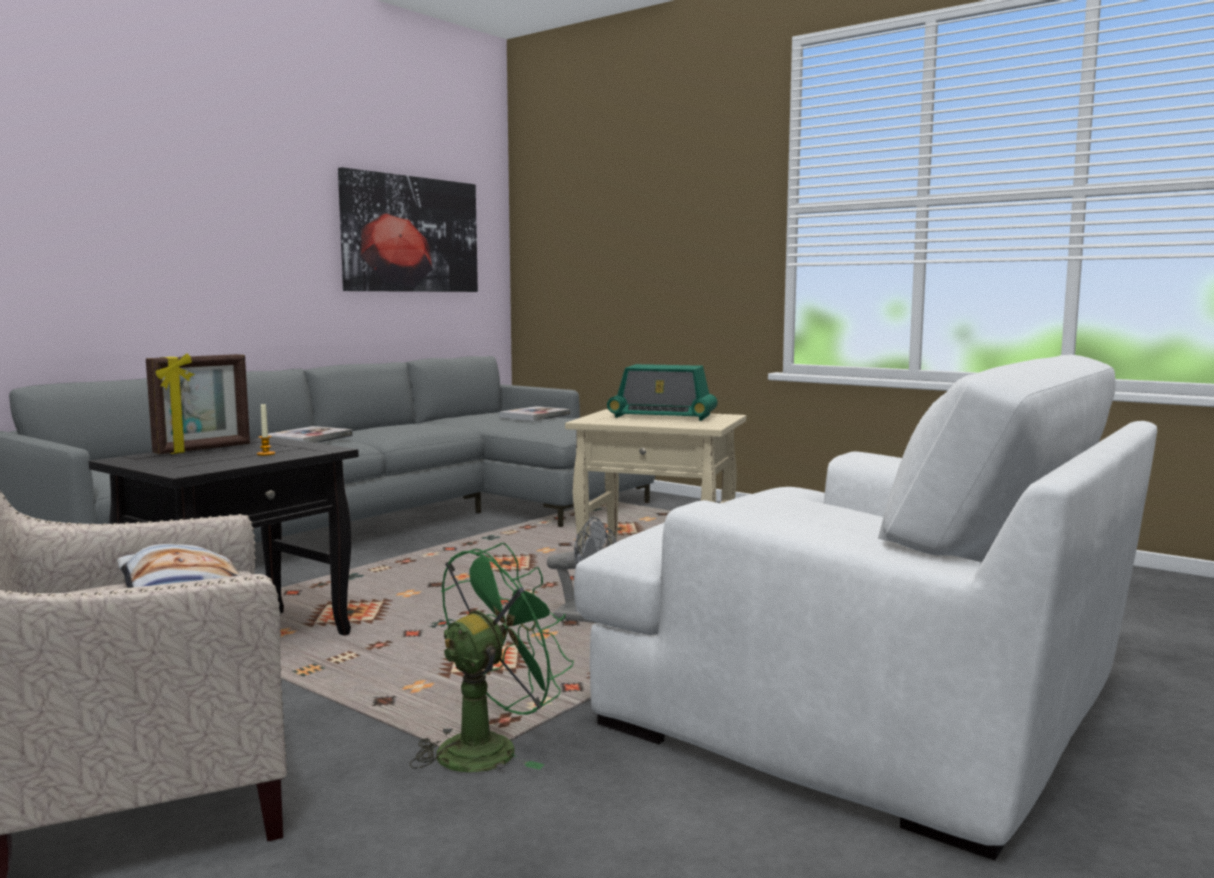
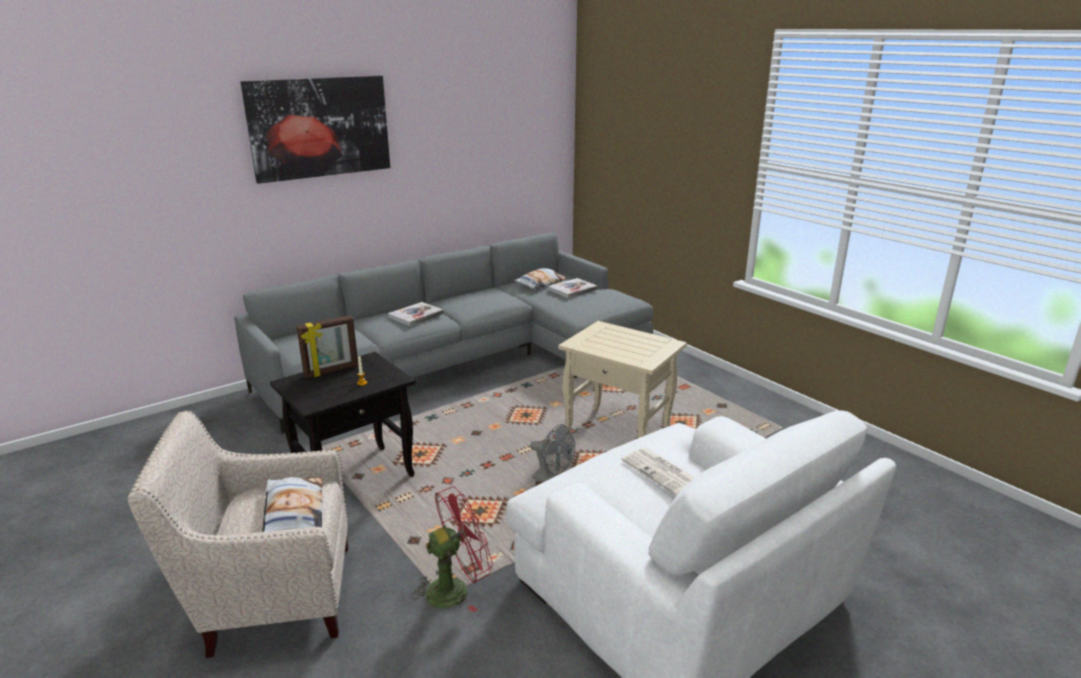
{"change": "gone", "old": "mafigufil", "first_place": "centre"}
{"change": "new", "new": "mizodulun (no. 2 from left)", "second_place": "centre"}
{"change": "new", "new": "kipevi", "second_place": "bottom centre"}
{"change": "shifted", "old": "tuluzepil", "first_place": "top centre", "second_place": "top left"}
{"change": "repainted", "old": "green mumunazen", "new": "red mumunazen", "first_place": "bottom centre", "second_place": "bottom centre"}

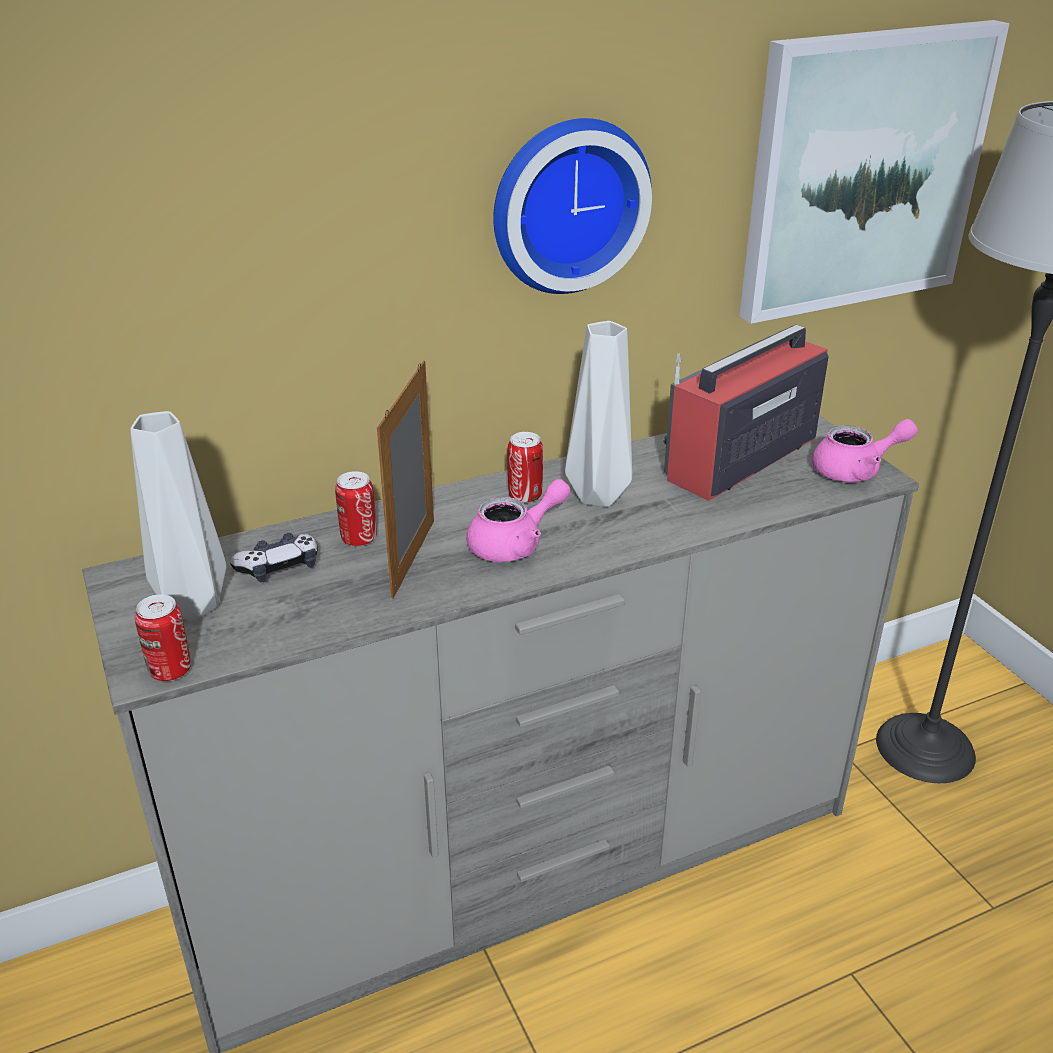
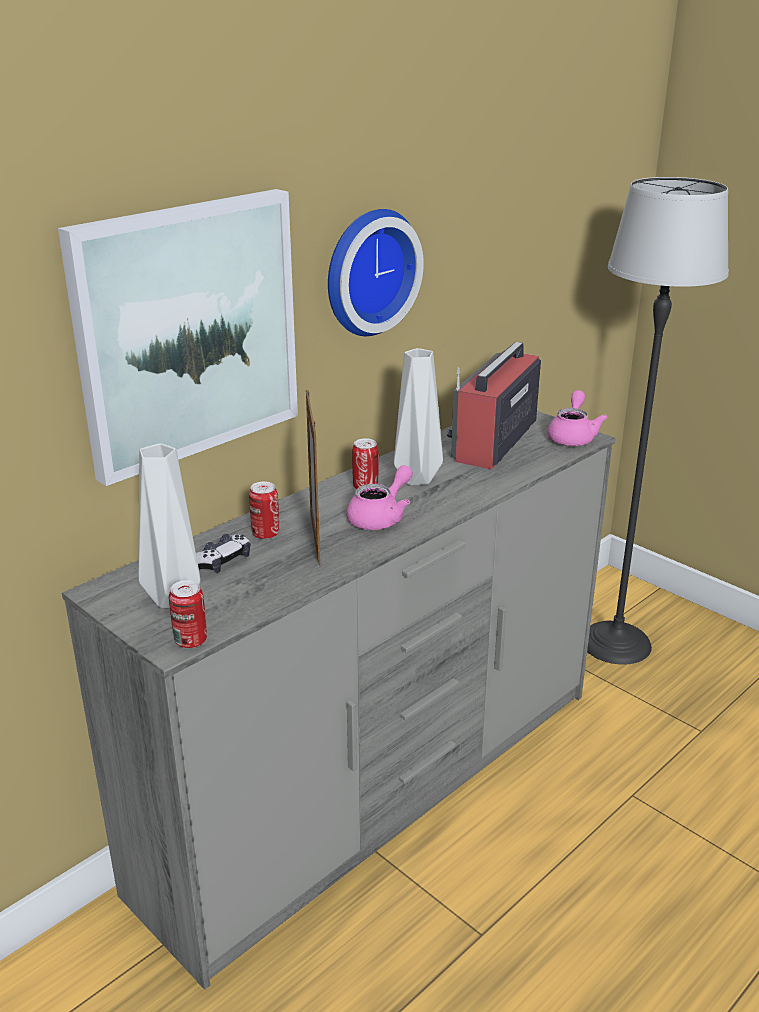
{"change": "shifted", "old": "tuluzepil", "first_place": "top right", "second_place": "top left"}
{"change": "rotated", "old": "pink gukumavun (no. 2 from left)", "first_place": "middle right", "second_place": "middle right", "degrees": -45}

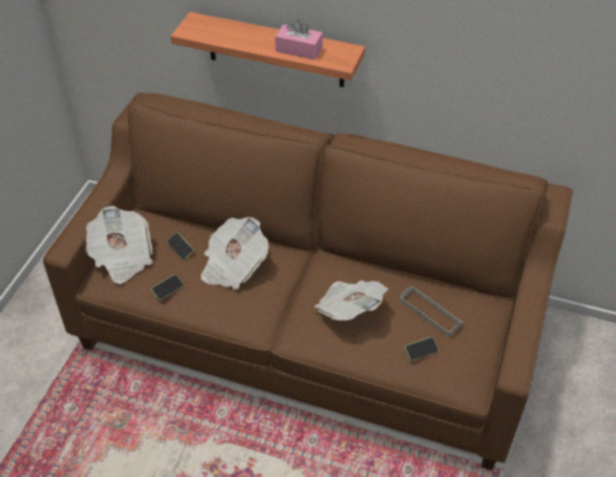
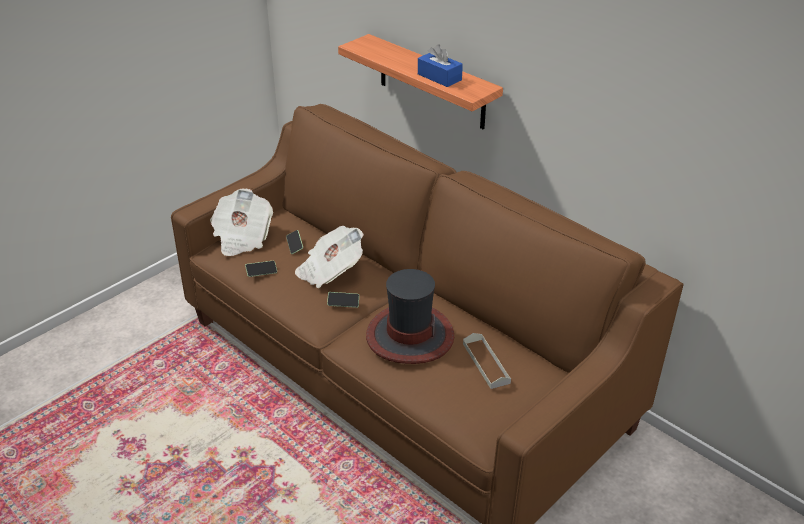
{"change": "shifted", "old": "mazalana (no. 3 from left)", "first_place": "bottom right", "second_place": "centre"}
{"change": "swapped", "old": "kipevi (no. 3 from left)", "new": "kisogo", "first_place": "centre", "second_place": "centre"}
{"change": "repainted", "old": "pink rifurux", "new": "blue rifurux", "first_place": "top centre", "second_place": "top centre"}

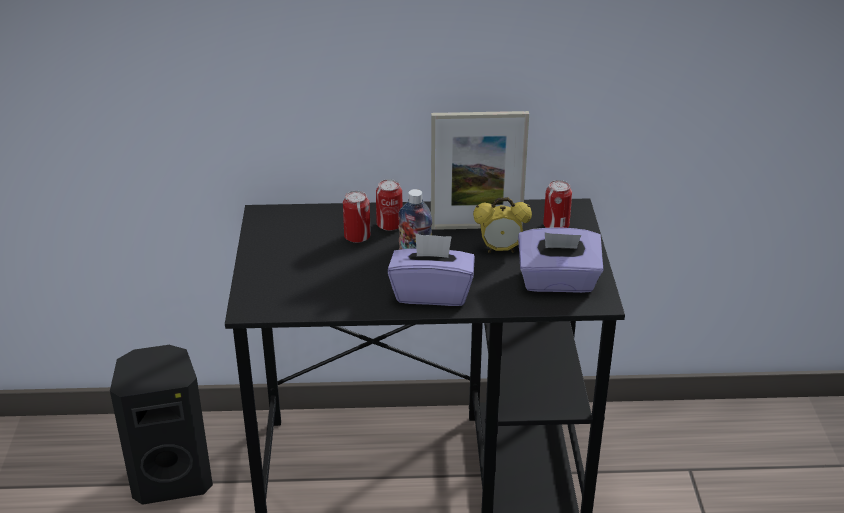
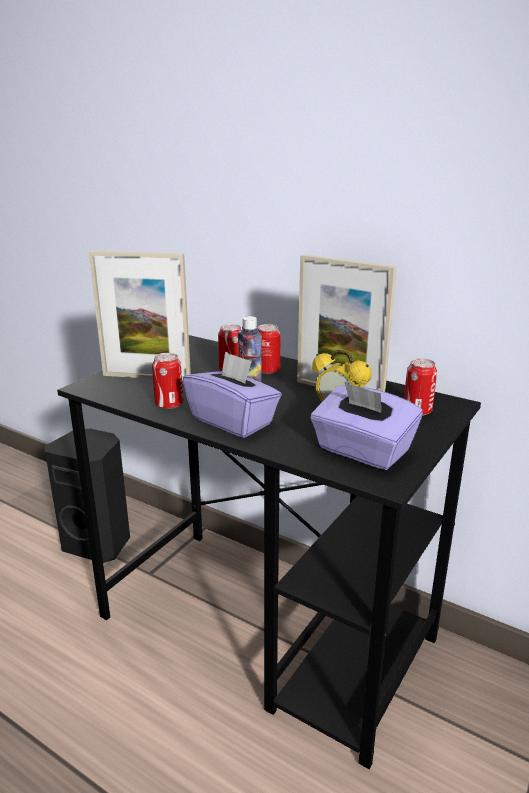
{"change": "new", "new": "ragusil (no. 1 from left)", "second_place": "middle left"}
{"change": "new", "new": "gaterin (no. 1 from left)", "second_place": "middle left"}

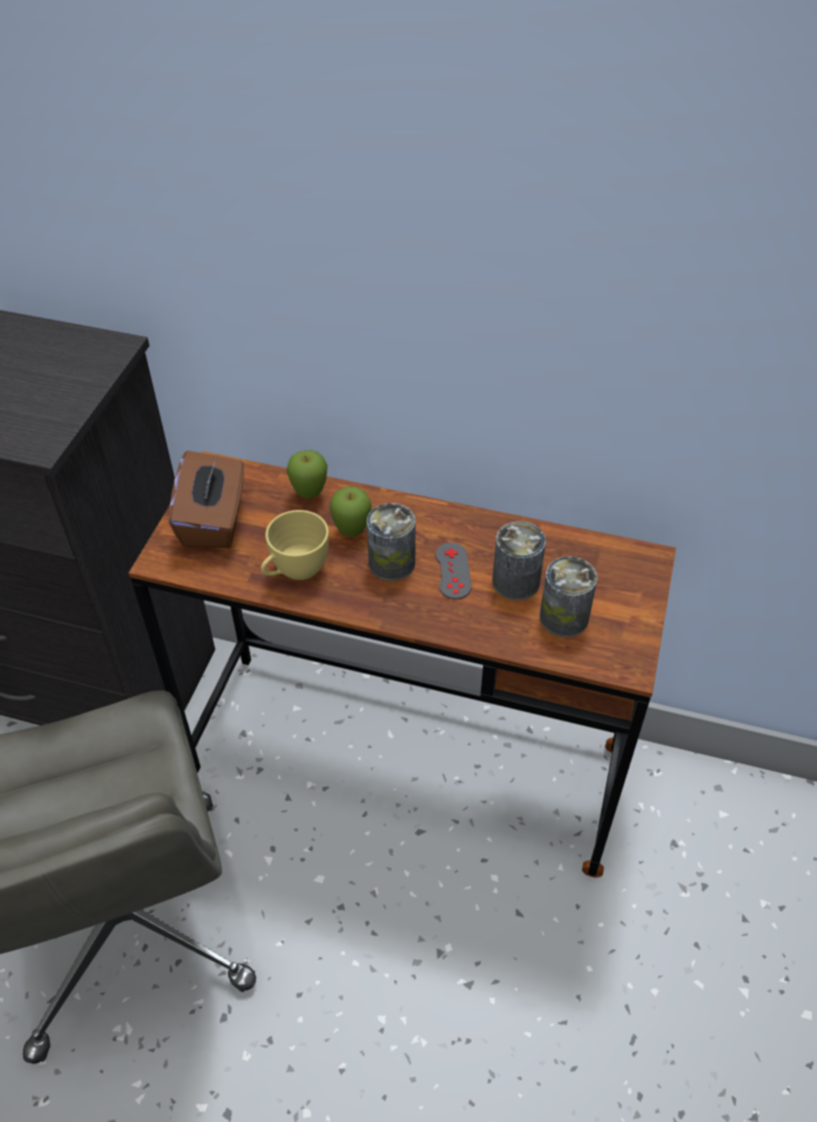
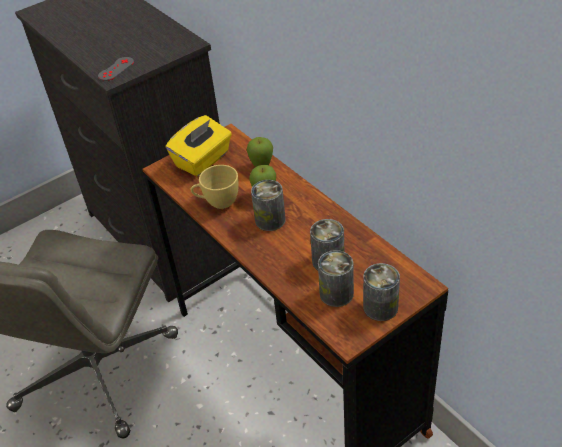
{"change": "new", "new": "gaterin (no. 4 from left)", "second_place": "middle right"}
{"change": "shifted", "old": "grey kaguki", "first_place": "centre", "second_place": "top left"}
{"change": "repainted", "old": "brown rifurux", "new": "yellow rifurux", "first_place": "middle left", "second_place": "top centre"}

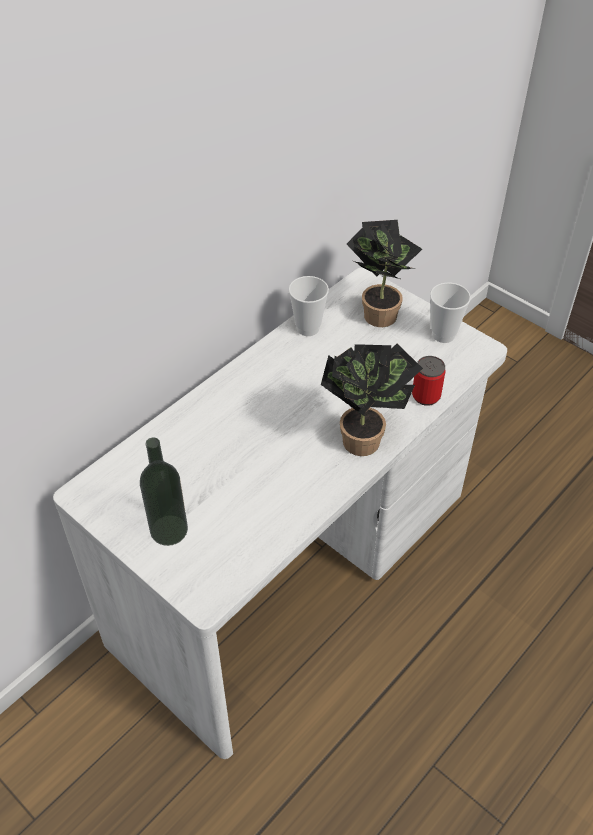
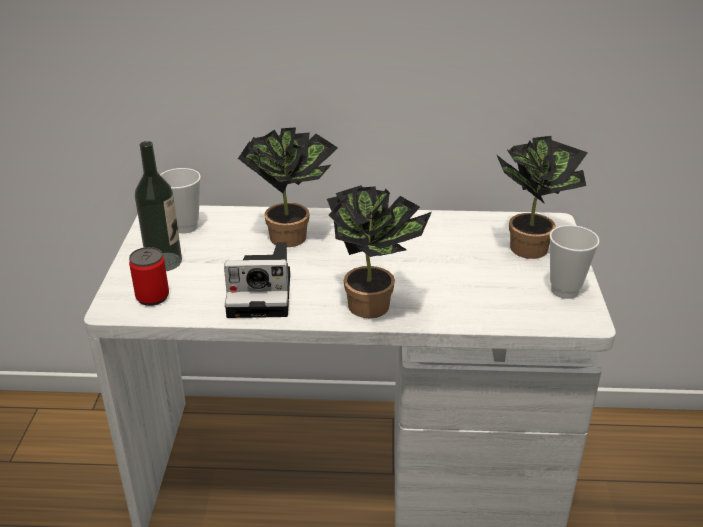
{"change": "new", "new": "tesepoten", "second_place": "centre"}
{"change": "new", "new": "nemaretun (no. 1 from left)", "second_place": "centre"}
{"change": "shifted", "old": "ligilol (no. 1 from left)", "first_place": "centre", "second_place": "middle left"}
{"change": "shifted", "old": "gaterin", "first_place": "middle right", "second_place": "middle left"}

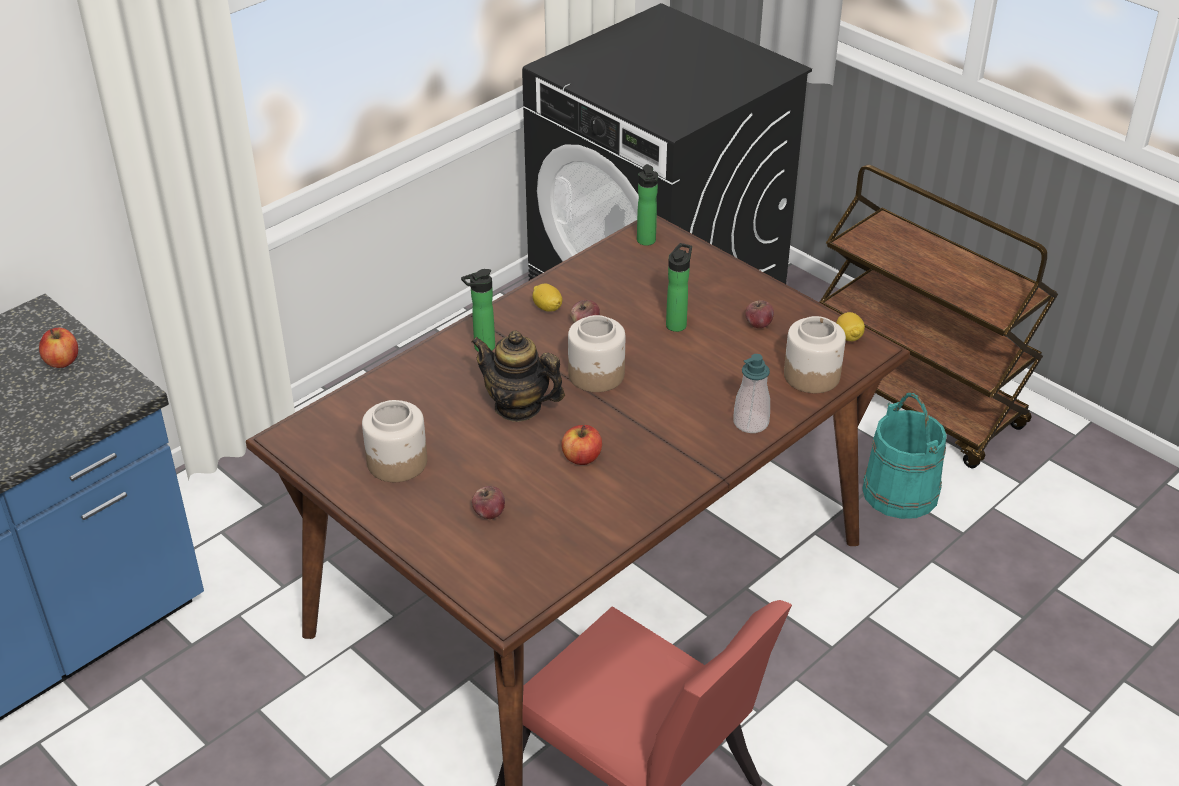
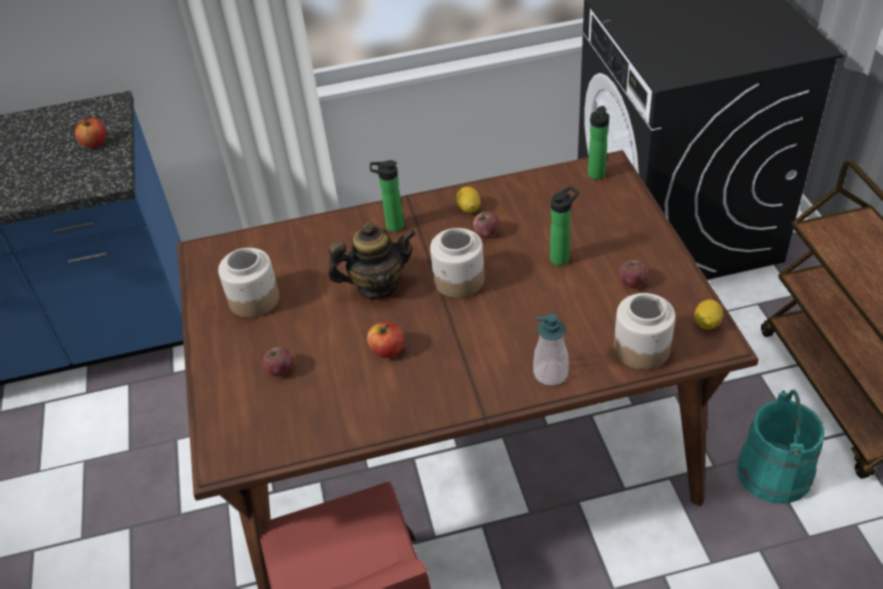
{"change": "rotated", "old": "gukumavun", "first_place": "centre", "second_place": "centre", "degrees": 105}

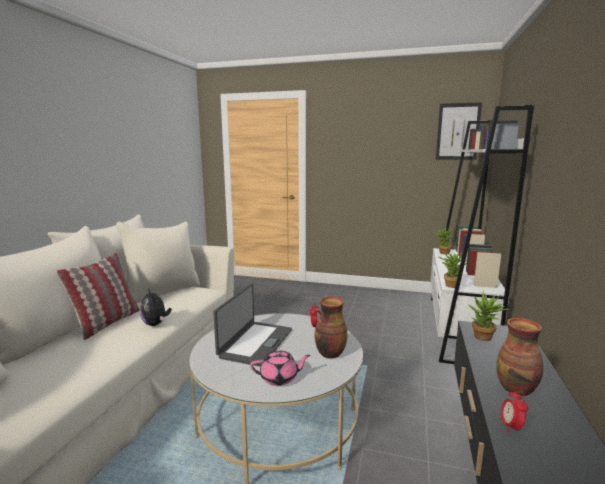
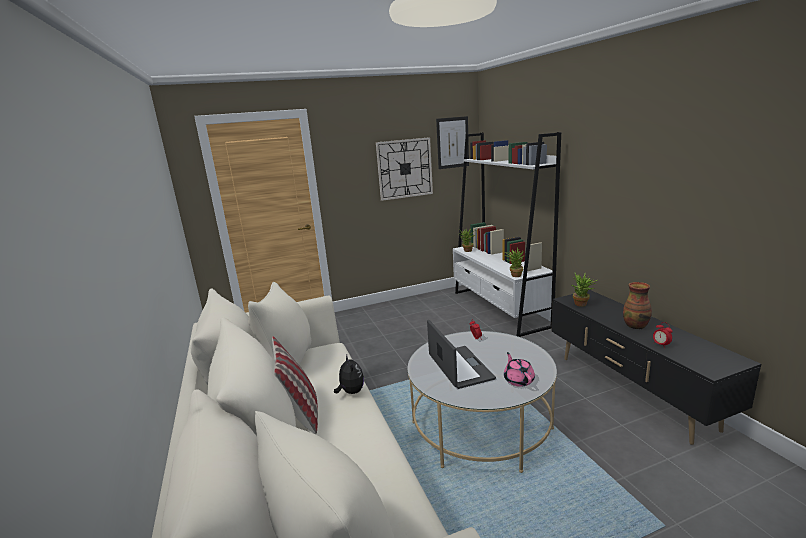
{"change": "gone", "old": "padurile (no. 1 from left)", "first_place": "bottom centre"}
{"change": "new", "new": "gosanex", "second_place": "top centre"}
{"change": "rotated", "old": "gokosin", "first_place": "middle left", "second_place": "bottom centre", "degrees": -135}
{"change": "rotated", "old": "pink gukumavun", "first_place": "bottom centre", "second_place": "bottom centre", "degrees": -60}

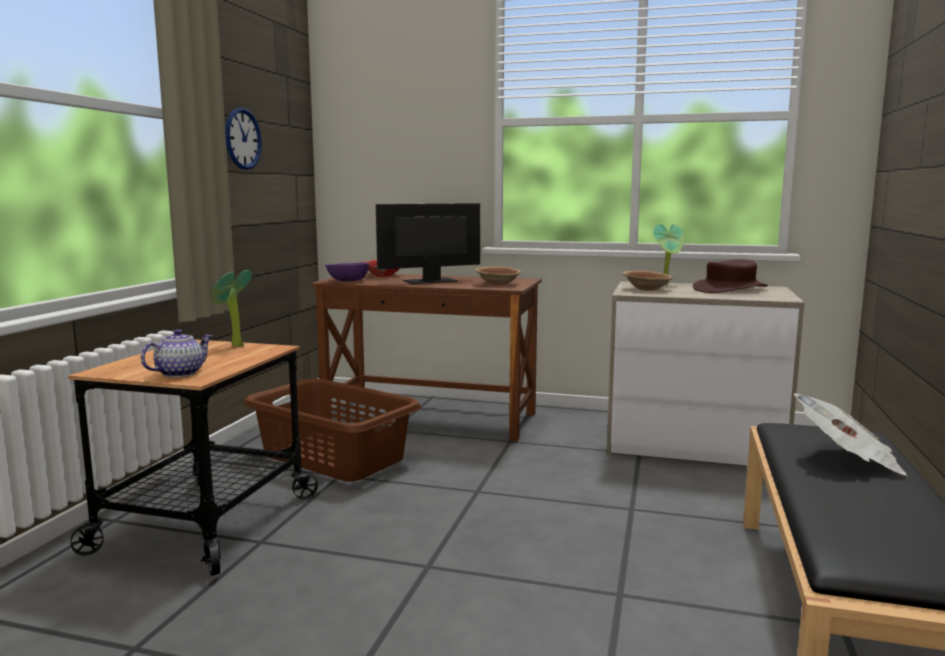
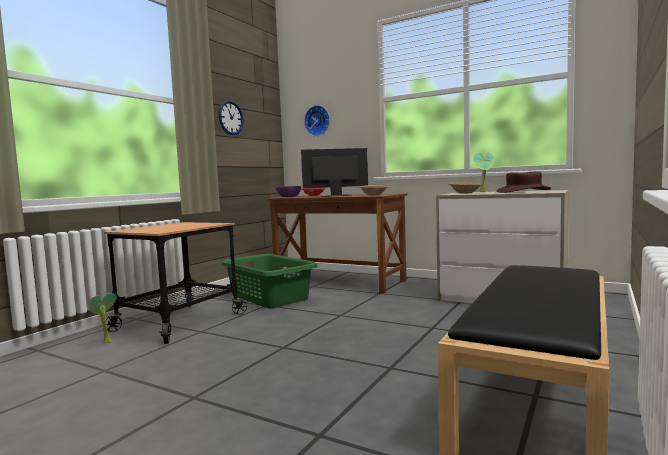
{"change": "gone", "old": "gukumavun", "first_place": "middle left"}
{"change": "gone", "old": "kipevi", "first_place": "middle right"}
{"change": "new", "new": "gosanex (no. 2 from left)", "second_place": "top centre"}
{"change": "shifted", "old": "nemaretun (no. 1 from left)", "first_place": "middle left", "second_place": "bottom left"}
{"change": "repainted", "old": "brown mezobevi", "new": "green mezobevi", "first_place": "centre", "second_place": "centre"}

